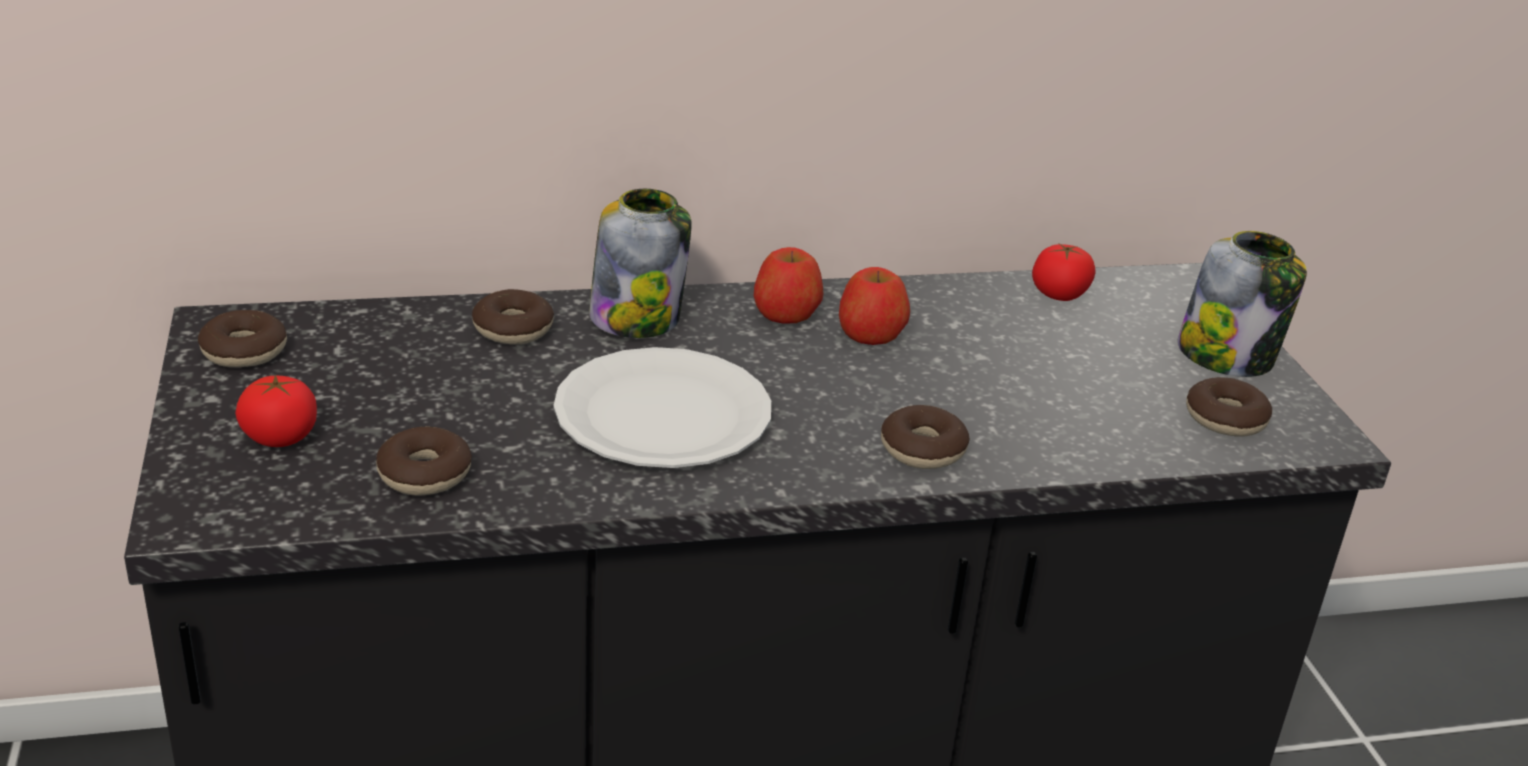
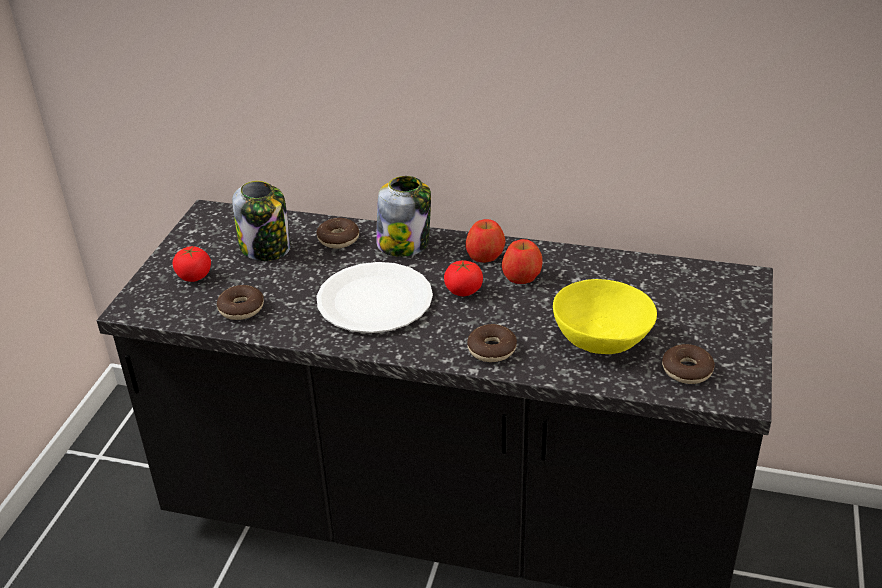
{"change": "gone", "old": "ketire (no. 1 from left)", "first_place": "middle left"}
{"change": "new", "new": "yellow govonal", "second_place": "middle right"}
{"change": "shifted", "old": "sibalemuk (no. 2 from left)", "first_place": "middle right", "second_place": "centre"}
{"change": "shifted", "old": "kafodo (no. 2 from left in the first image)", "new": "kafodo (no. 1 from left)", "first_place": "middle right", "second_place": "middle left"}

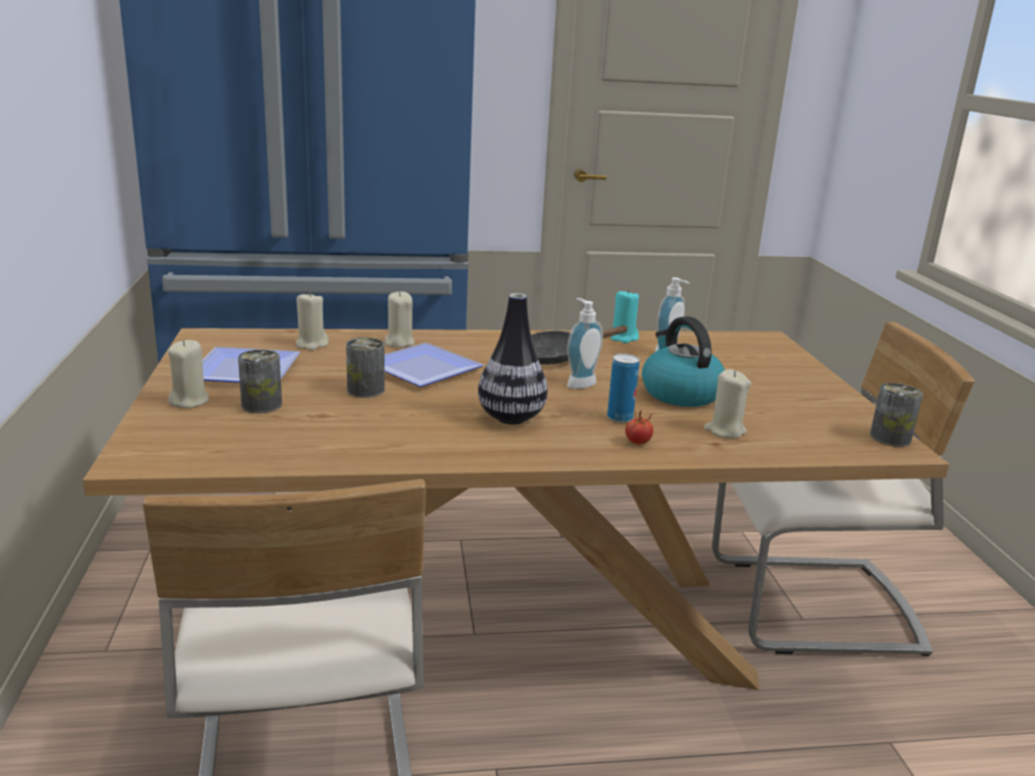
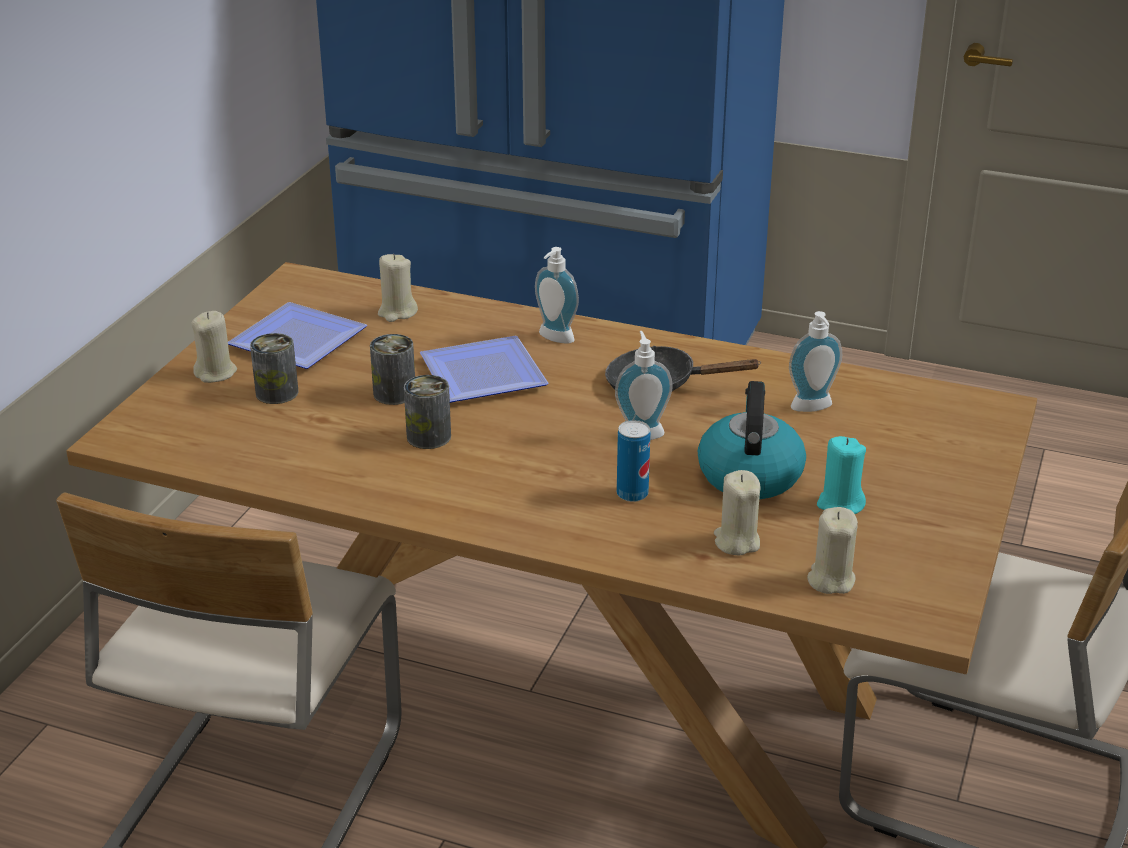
{"change": "gone", "old": "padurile", "first_place": "centre"}
{"change": "gone", "old": "sibalemuk", "first_place": "centre"}
{"change": "new", "new": "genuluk (no. 1 from left)", "second_place": "centre"}
{"change": "shifted", "old": "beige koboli (no. 3 from left in the first image)", "new": "beige koboli (no. 4 from left)", "first_place": "centre", "second_place": "middle right"}
{"change": "shifted", "old": "turquoise koboli", "first_place": "centre", "second_place": "middle right"}
{"change": "shifted", "old": "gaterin (no. 4 from left in the first image)", "new": "gaterin (no. 3 from left)", "first_place": "middle right", "second_place": "centre"}

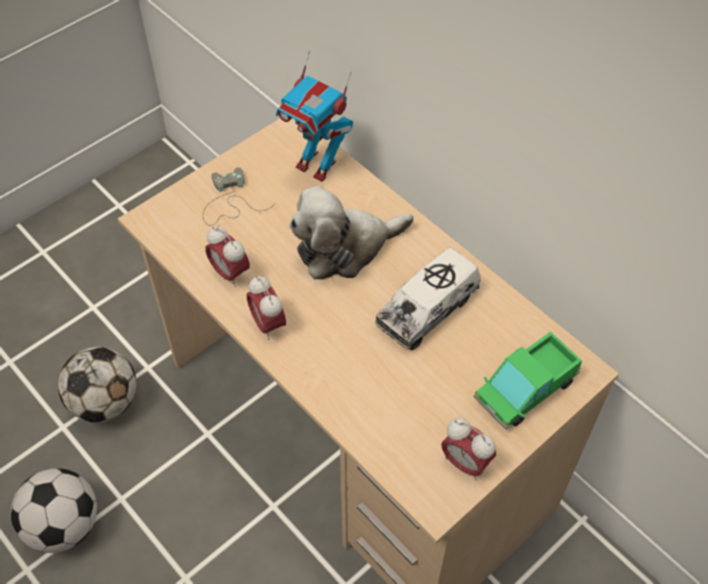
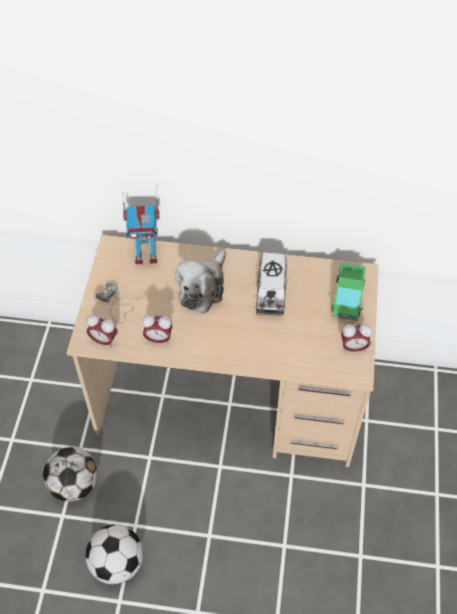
{"change": "shifted", "old": "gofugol (no. 2 from left in the first image)", "new": "gofugol (no. 1 from left)", "first_place": "centre", "second_place": "middle left"}

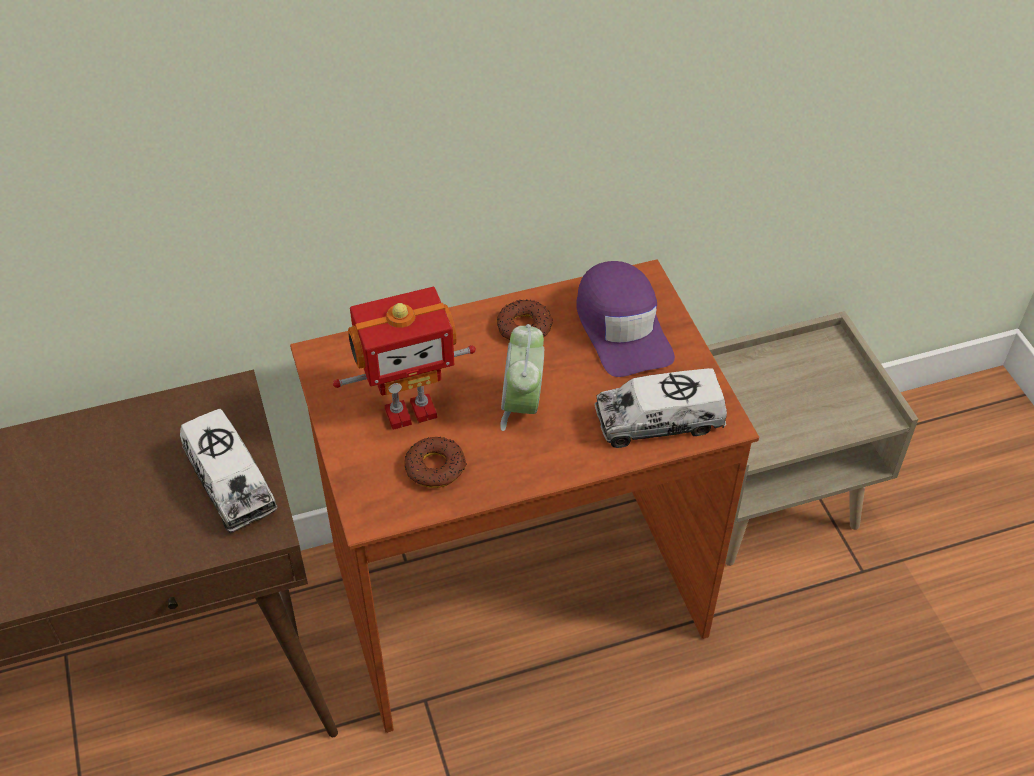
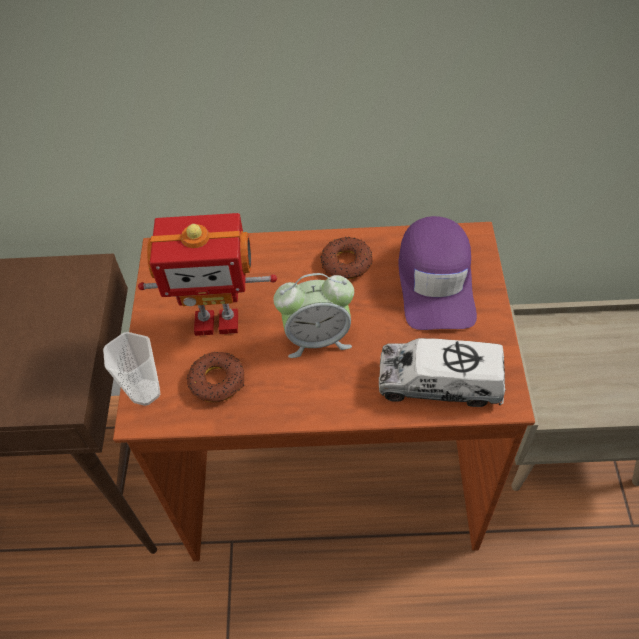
{"change": "gone", "old": "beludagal (no. 1 from left)", "first_place": "middle left"}
{"change": "new", "new": "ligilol", "second_place": "middle left"}
{"change": "rotated", "old": "gofugol", "first_place": "centre", "second_place": "centre", "degrees": -120}

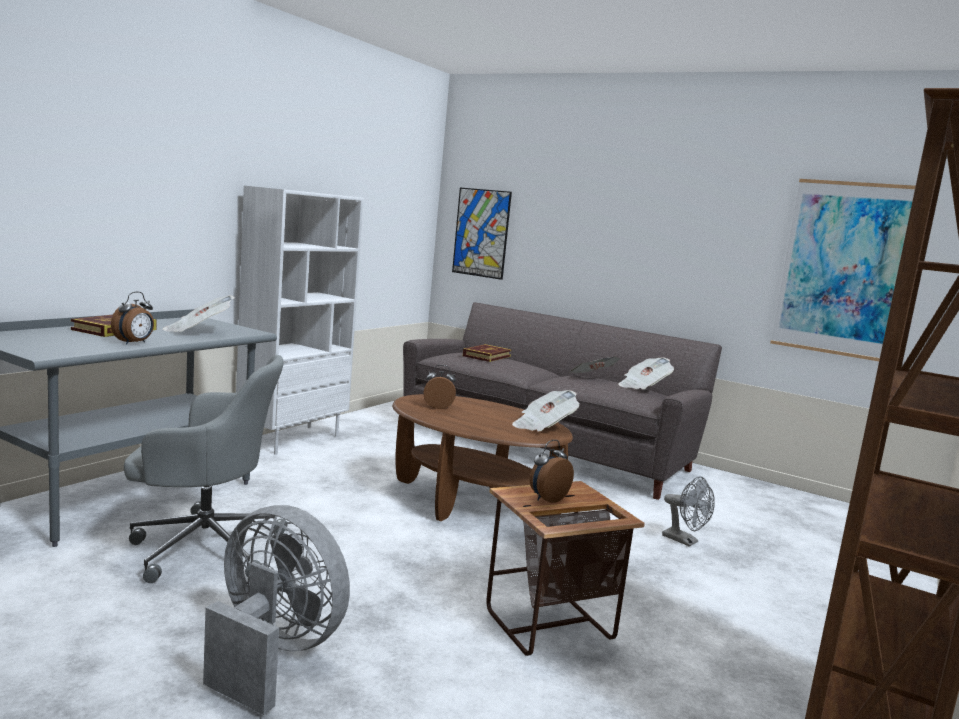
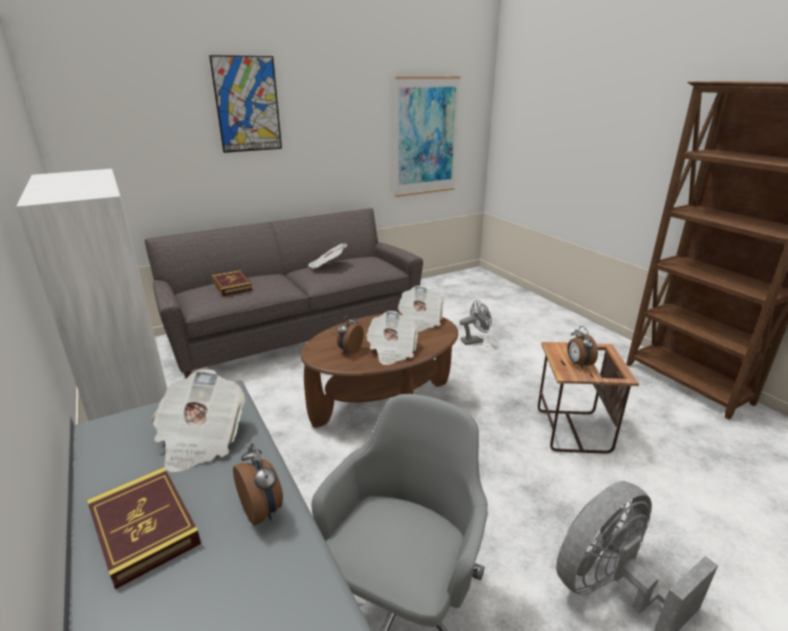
{"change": "shifted", "old": "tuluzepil (no. 1 from left)", "first_place": "top centre", "second_place": "top left"}
{"change": "shifted", "old": "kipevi (no. 4 from left in the first image)", "new": "kipevi (no. 3 from left)", "first_place": "middle right", "second_place": "centre"}

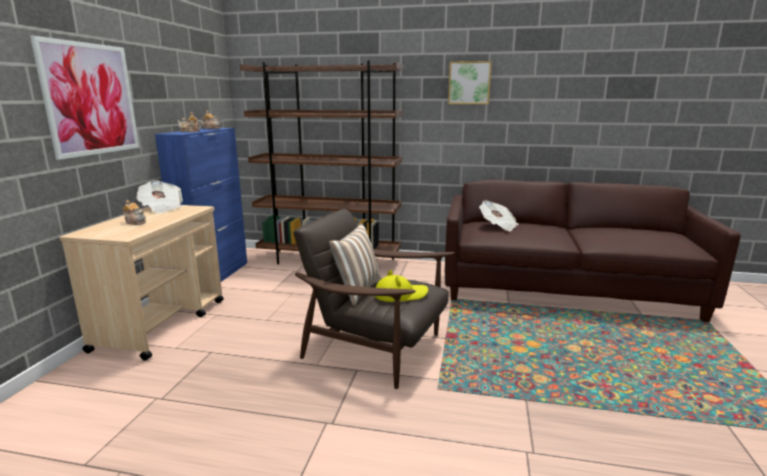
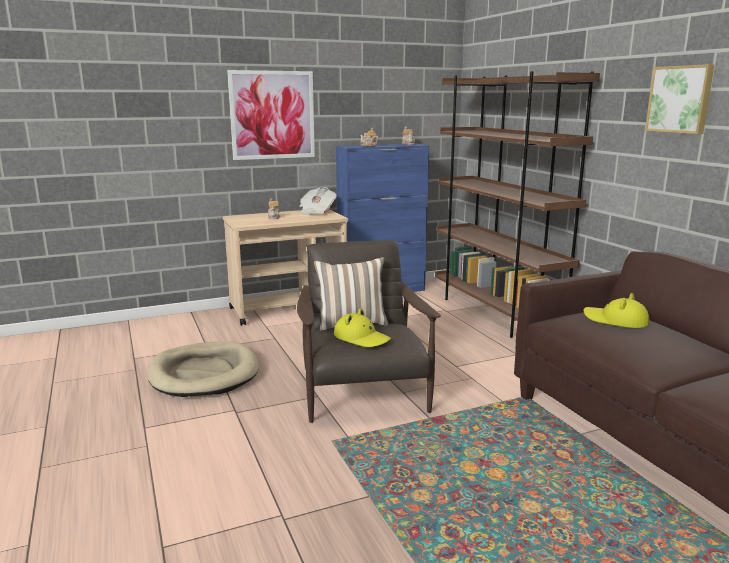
{"change": "new", "new": "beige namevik", "second_place": "middle left"}
{"change": "swapped", "old": "kipevi (no. 2 from left)", "new": "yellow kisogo (no. 2 from left)", "first_place": "centre", "second_place": "middle right"}

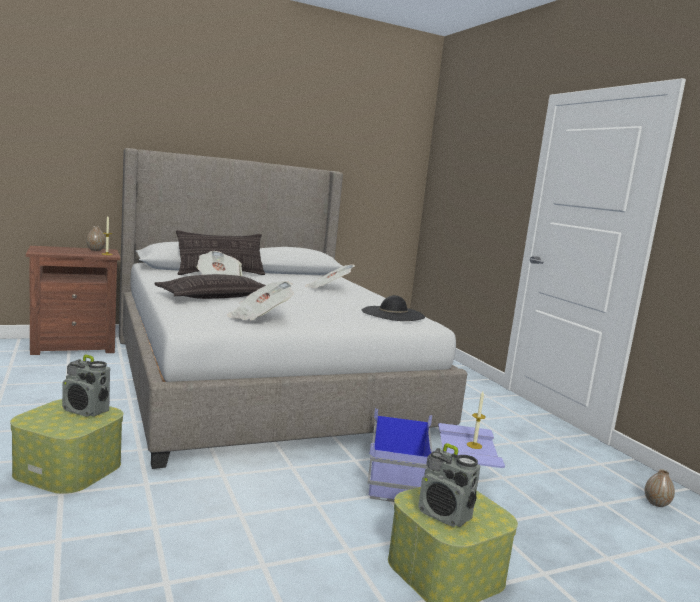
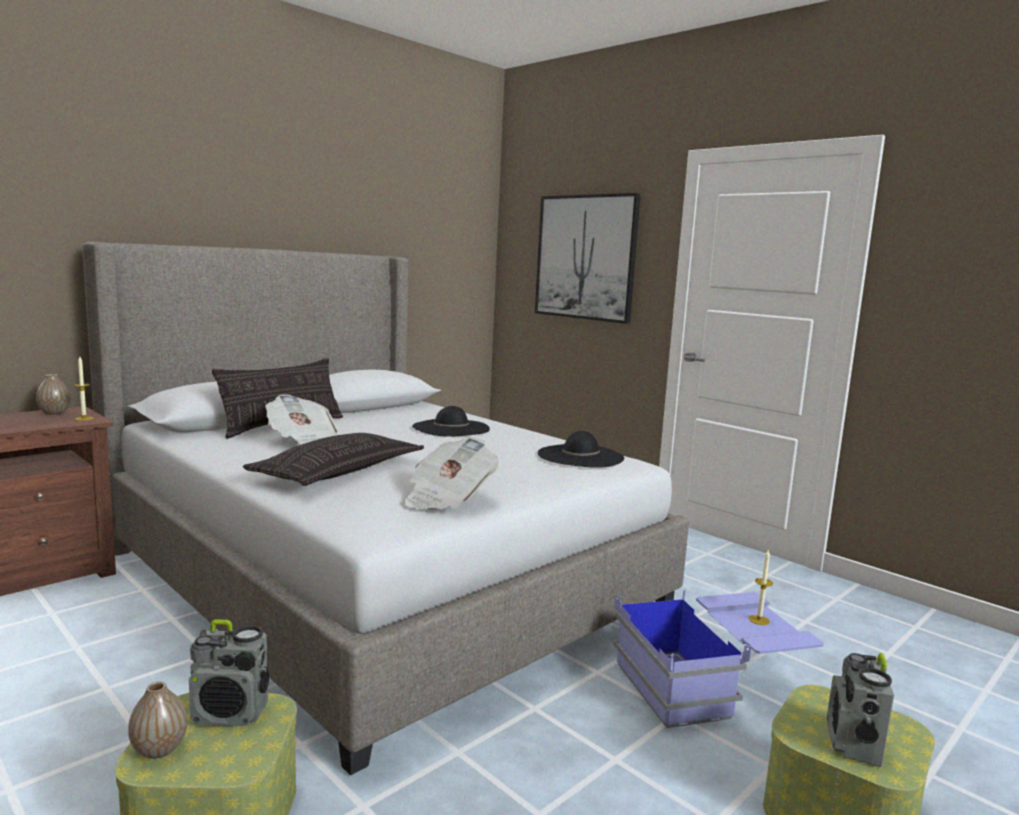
{"change": "new", "new": "tuluzepil", "second_place": "top centre"}
{"change": "shifted", "old": "padurile (no. 2 from left)", "first_place": "bottom right", "second_place": "bottom left"}
{"change": "swapped", "old": "kipevi (no. 3 from left)", "new": "black kisogo (no. 1 from left)", "first_place": "centre", "second_place": "centre"}
{"change": "rotated", "old": "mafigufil (no. 2 from left)", "first_place": "bottom centre", "second_place": "bottom right", "degrees": 90}

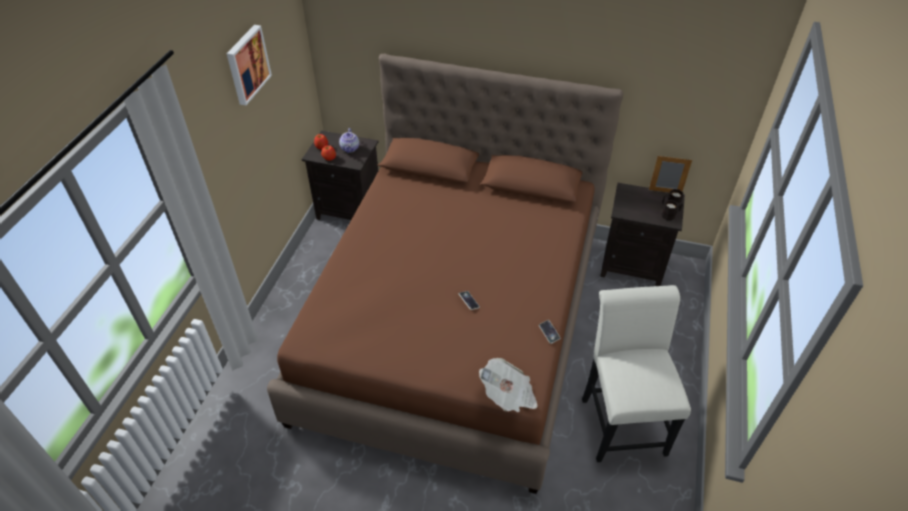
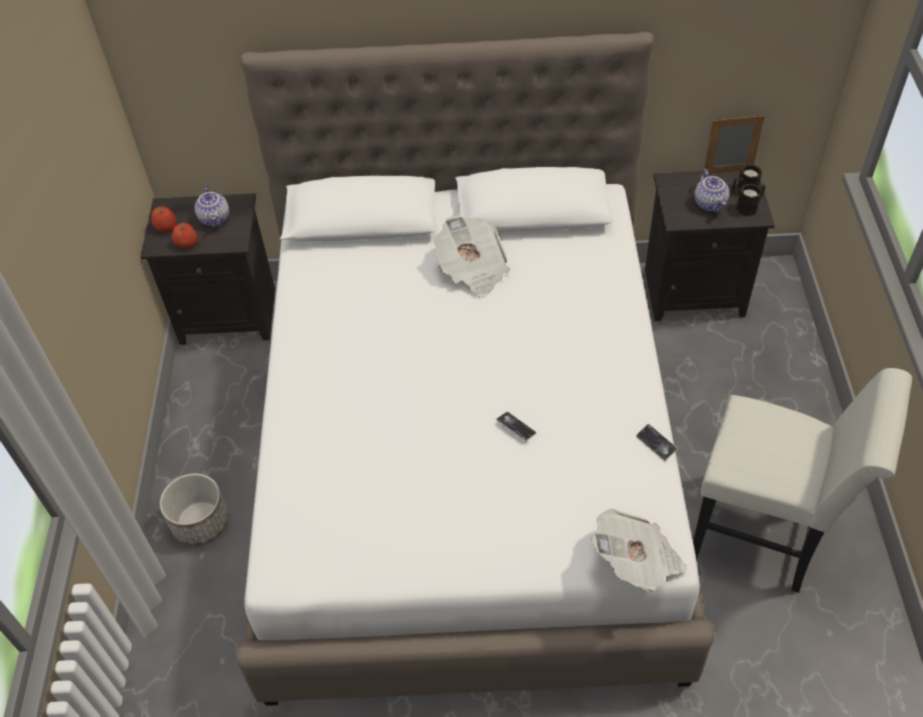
{"change": "gone", "old": "tuluzepil", "first_place": "top left"}
{"change": "new", "new": "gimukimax", "second_place": "bottom left"}
{"change": "new", "new": "kipevi (no. 1 from left)", "second_place": "centre"}
{"change": "new", "new": "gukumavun (no. 2 from left)", "second_place": "top right"}
{"change": "repainted", "old": "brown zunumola", "new": "white zunumola", "first_place": "centre", "second_place": "centre"}
{"change": "rotated", "old": "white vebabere", "first_place": "bottom right", "second_place": "bottom right", "degrees": 135}

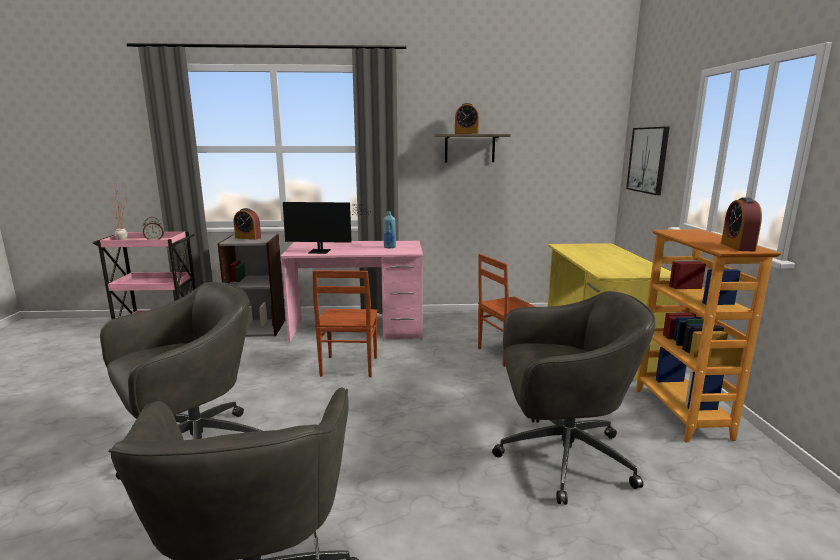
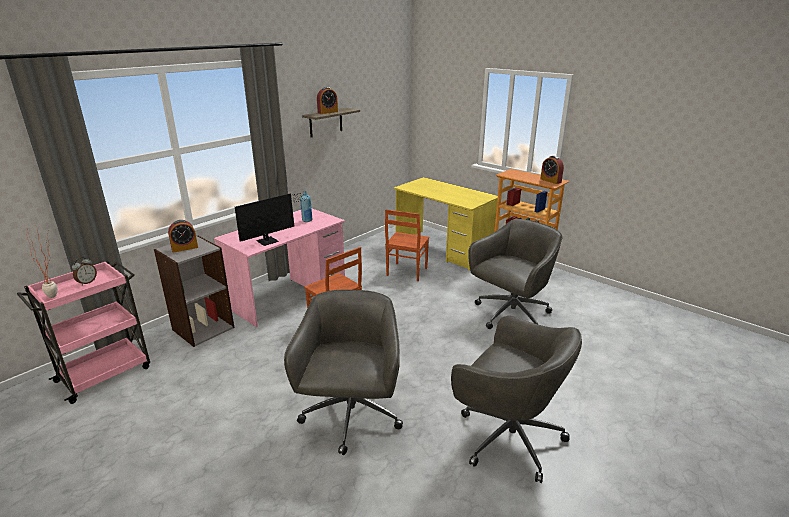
{"change": "gone", "old": "tuluzepil", "first_place": "top right"}

